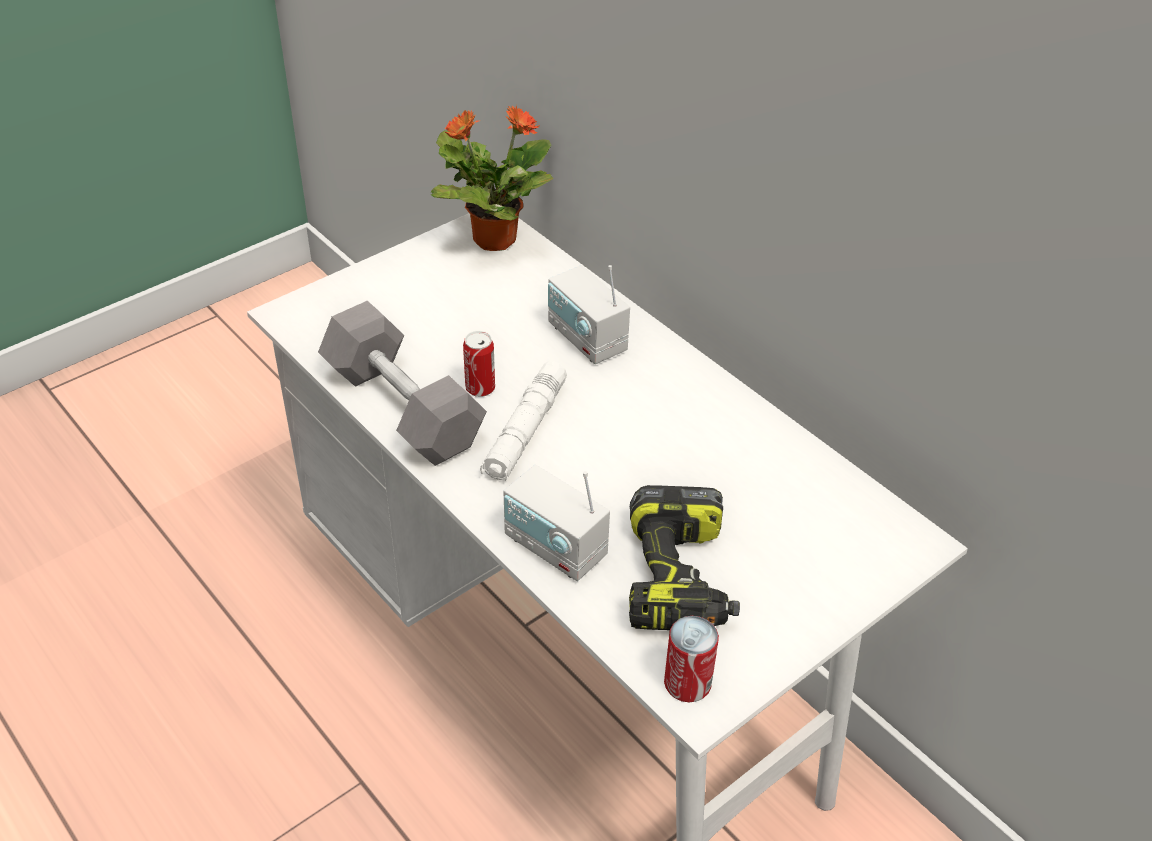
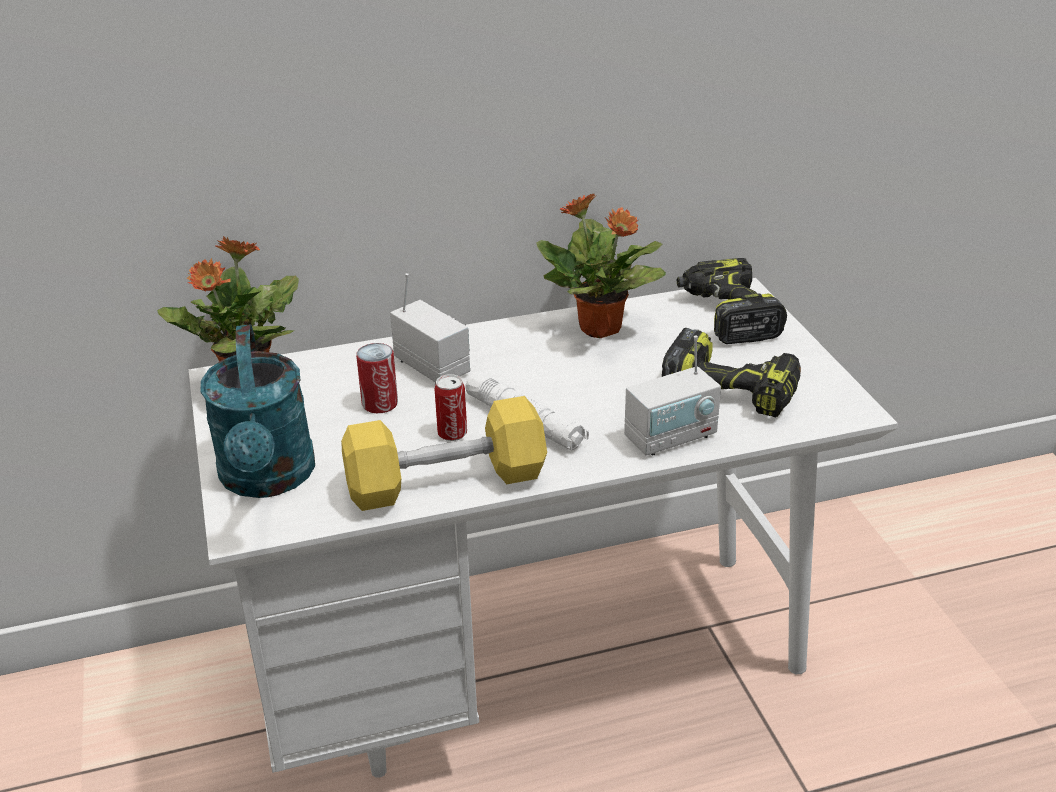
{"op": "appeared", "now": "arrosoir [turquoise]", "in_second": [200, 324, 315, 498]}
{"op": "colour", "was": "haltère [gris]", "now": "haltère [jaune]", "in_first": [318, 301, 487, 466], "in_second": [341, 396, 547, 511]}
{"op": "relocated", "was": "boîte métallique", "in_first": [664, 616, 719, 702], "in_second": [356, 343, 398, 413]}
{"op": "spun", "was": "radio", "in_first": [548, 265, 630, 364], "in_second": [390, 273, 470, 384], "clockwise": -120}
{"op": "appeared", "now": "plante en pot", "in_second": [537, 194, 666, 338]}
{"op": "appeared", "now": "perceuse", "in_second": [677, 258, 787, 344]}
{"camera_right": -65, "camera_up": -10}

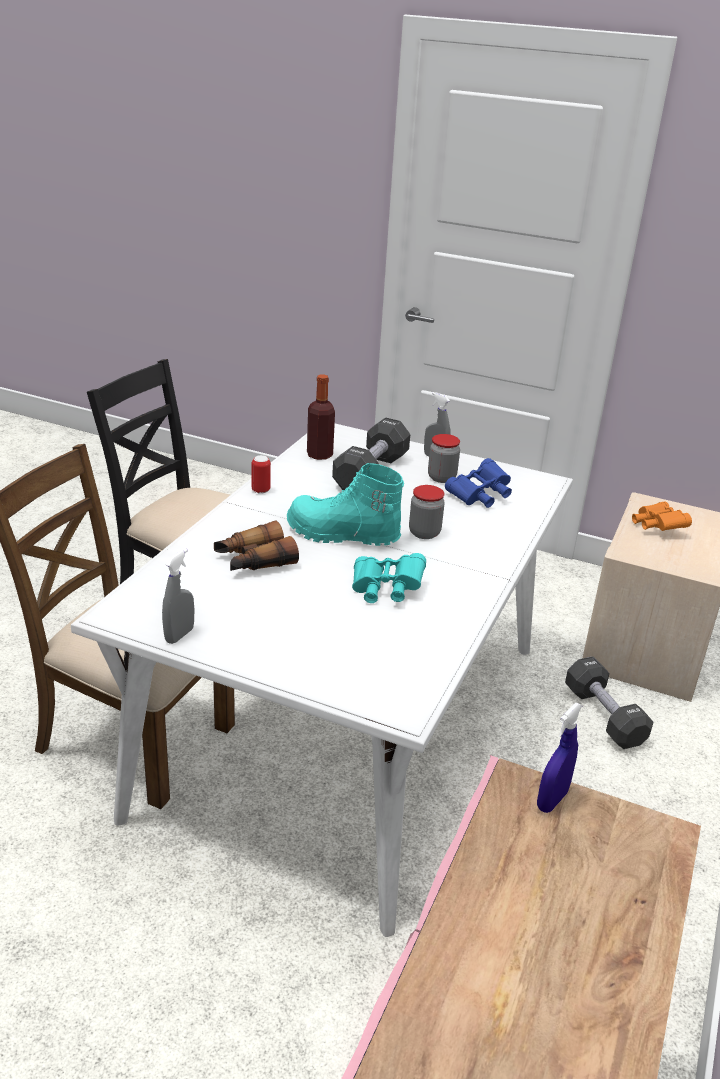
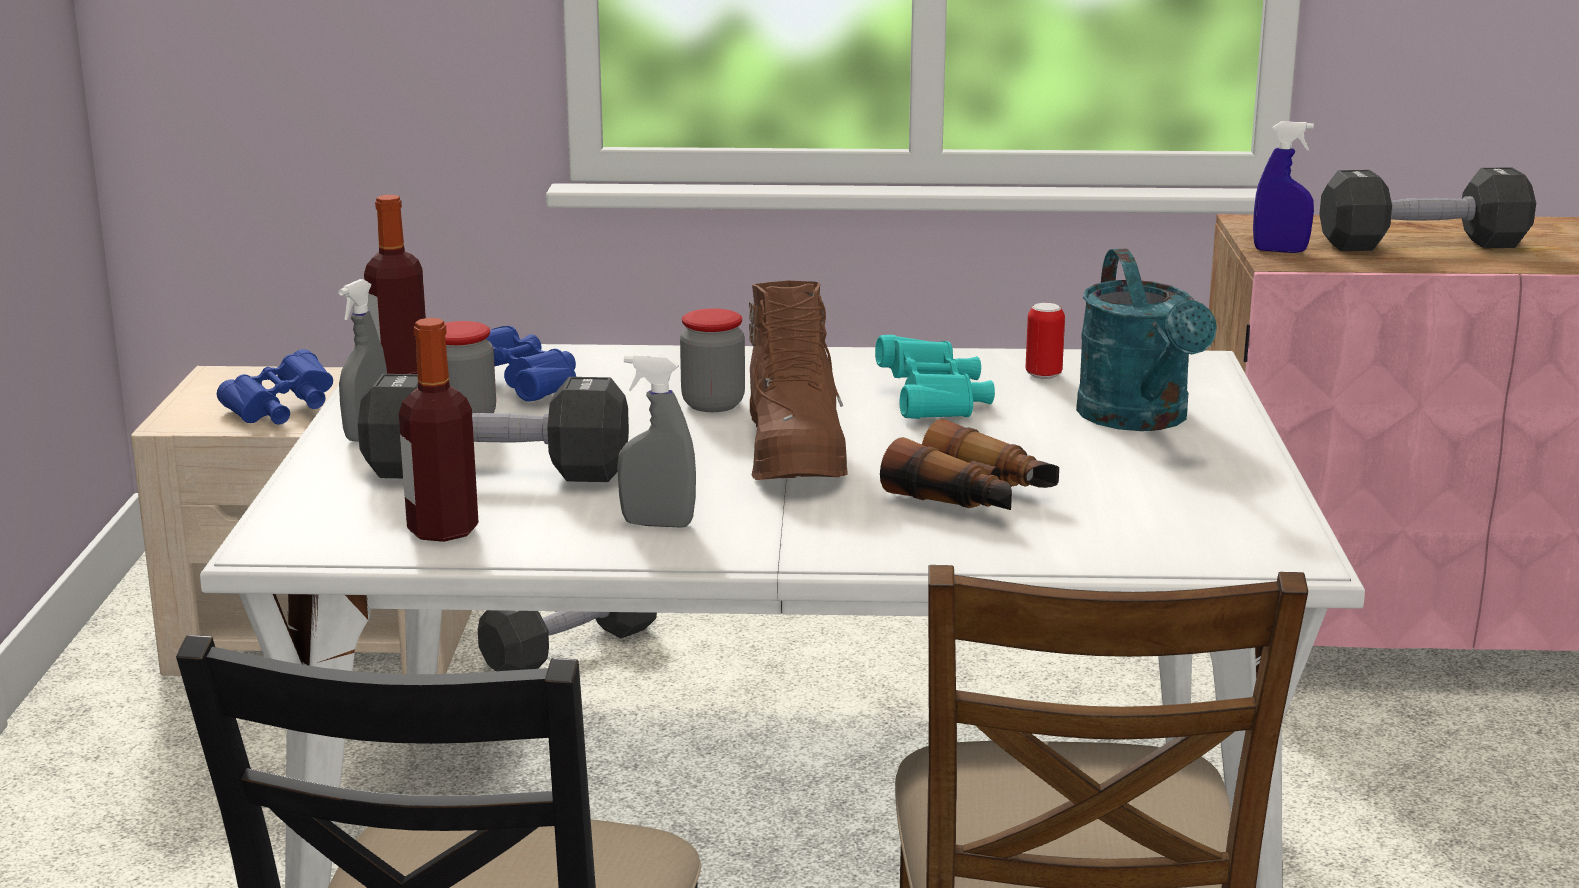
{"op": "colour", "was": "jumelles [orange]", "now": "jumelles [bleu]", "in_first": [632, 502, 692, 531], "in_second": [217, 349, 333, 425]}
{"op": "appeared", "now": "bouteille", "in_second": [364, 195, 426, 374]}
{"op": "relocated", "was": "vaporisateur [gris]", "in_first": [162, 548, 194, 644], "in_second": [617, 354, 696, 528]}
{"op": "colour", "was": "botte [turquoise]", "now": "botte [marron]", "in_first": [287, 463, 404, 546], "in_second": [749, 280, 848, 480]}
{"op": "relocated", "was": "boîte métallique", "in_first": [252, 455, 271, 494], "in_second": [1025, 303, 1065, 379]}
{"op": "appeared", "now": "arrosoir [turquoise]", "in_second": [1076, 249, 1217, 431]}
{"op": "appeared", "now": "haltère [noir]", "in_second": [1319, 167, 1536, 251]}
{"camera_right": -110, "camera_up": -10}

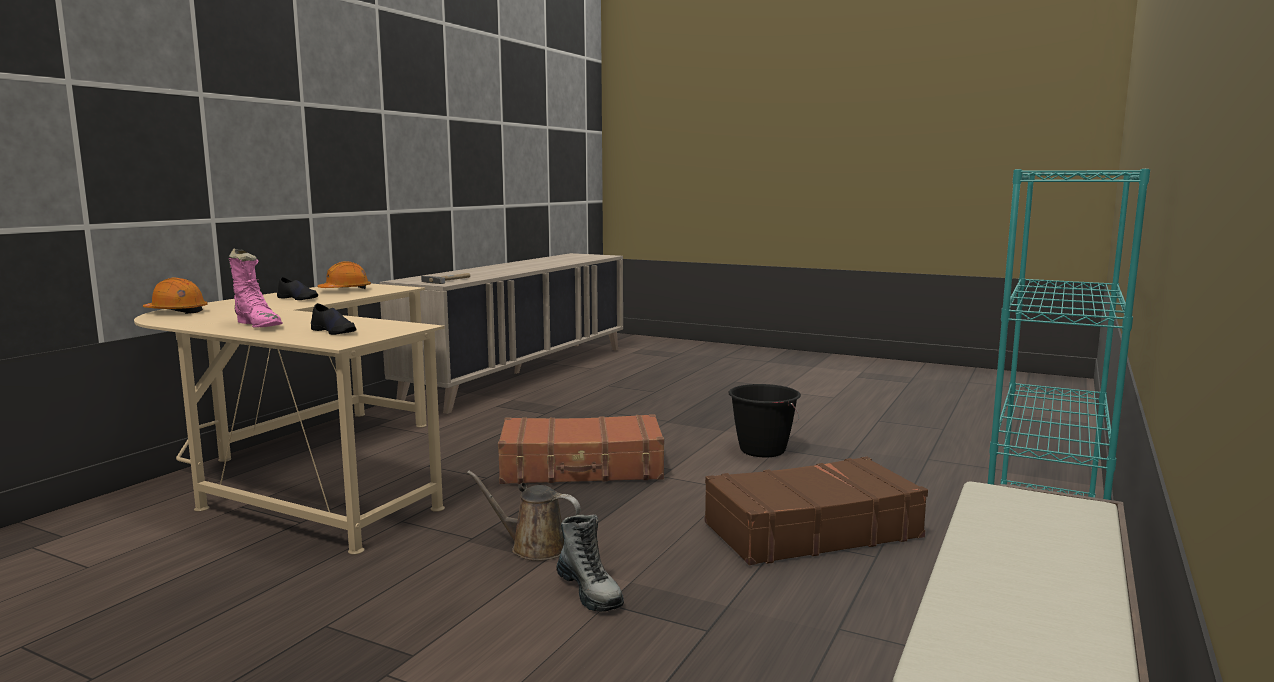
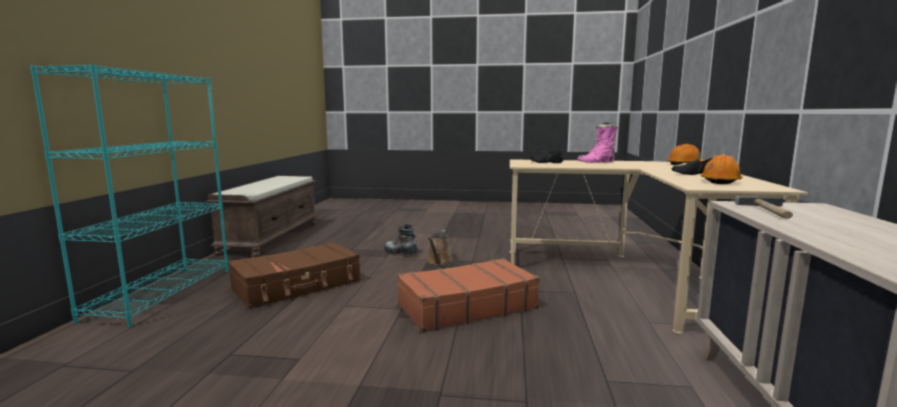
{"op": "spun", "was": "arrosoir [marron]", "in_first": [467, 471, 581, 561], "in_second": [427, 230, 454, 265], "clockwise": 105}
{"op": "spun", "was": "botte [rose]", "in_first": [229, 248, 283, 328], "in_second": [577, 122, 618, 163], "clockwise": -45}
{"op": "missing", "was": "seau [noir]", "in_first": [728, 384, 801, 457]}
{"camera_right": 160, "camera_up": 0}

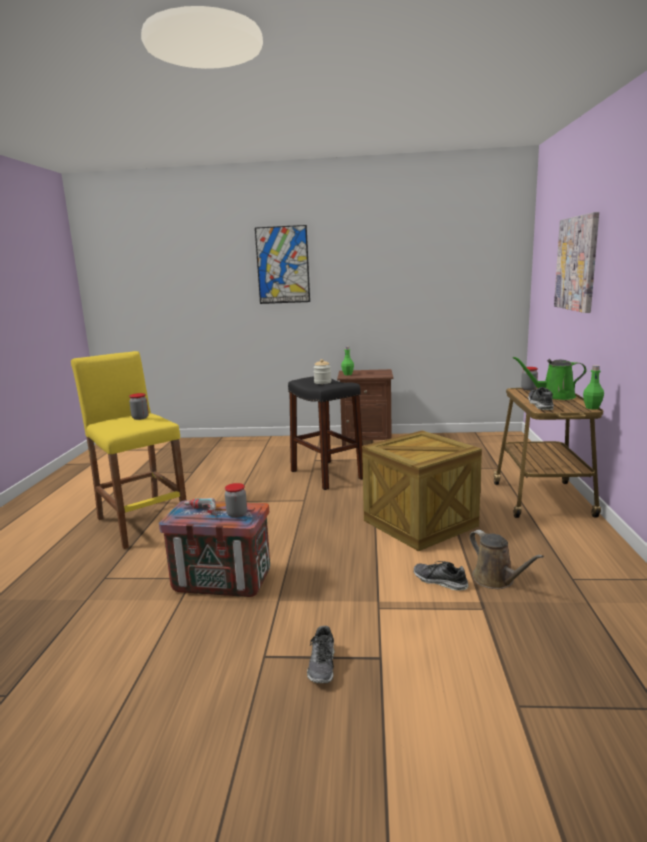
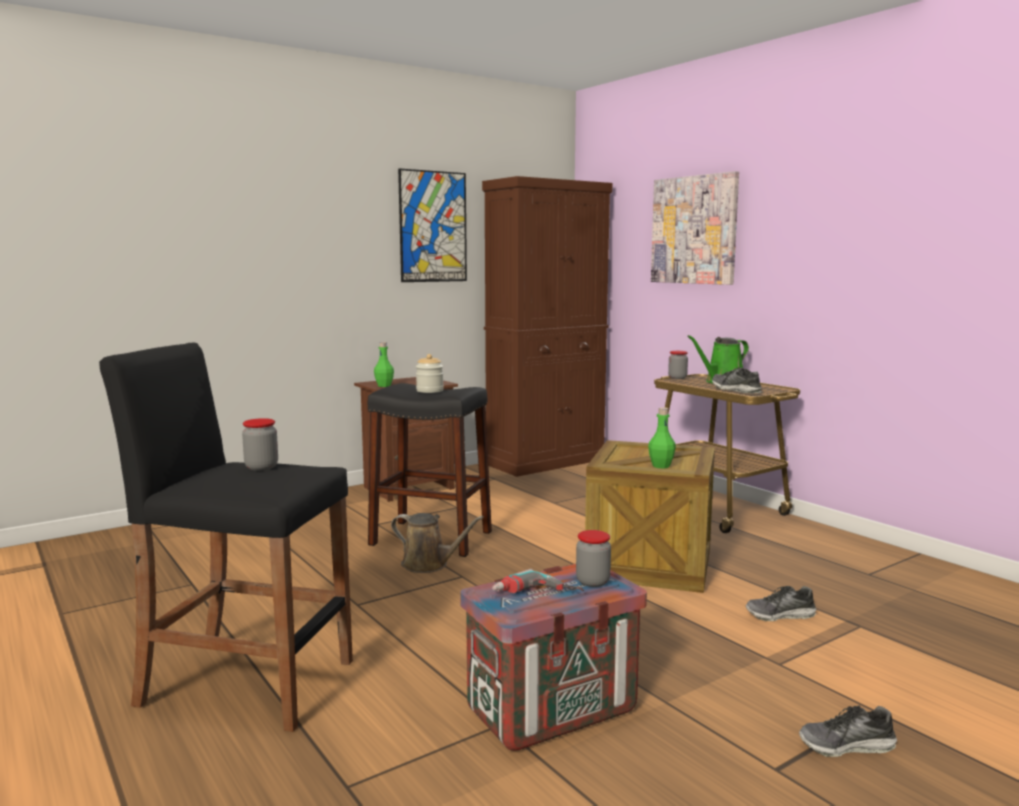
{"op": "colour", "was": "tabouret [jaune]", "now": "tabouret [noir]", "in_first": [71, 351, 186, 549], "in_second": [99, 343, 353, 732]}
{"op": "relocated", "was": "arrosoir [marron]", "in_first": [470, 530, 544, 589], "in_second": [391, 513, 484, 573]}
{"op": "relocated", "was": "tableau", "in_first": [255, 225, 310, 304], "in_second": [398, 169, 467, 282]}
{"op": "appeared", "now": "meuble de rangement [marron]", "in_second": [482, 176, 612, 477]}
{"op": "relocated", "was": "bouteille [vert]", "in_first": [583, 365, 604, 409], "in_second": [648, 407, 676, 468]}
{"op": "spun", "was": "chaussure", "in_first": [307, 626, 335, 683], "in_second": [799, 706, 897, 757], "clockwise": 120}
{"camera_right": -40, "camera_up": -5}

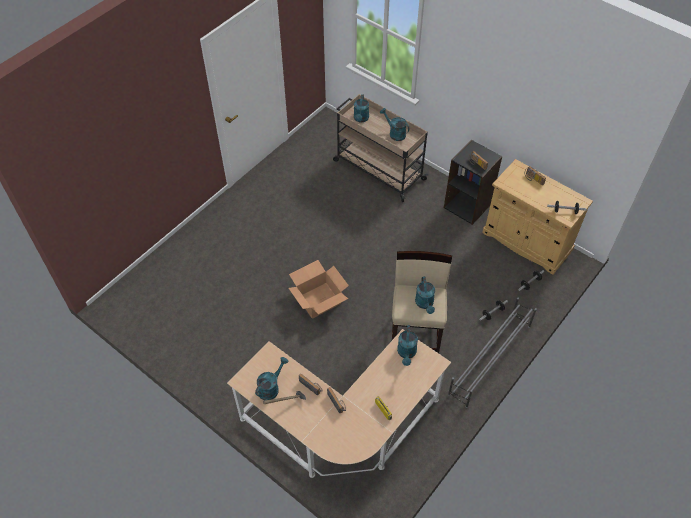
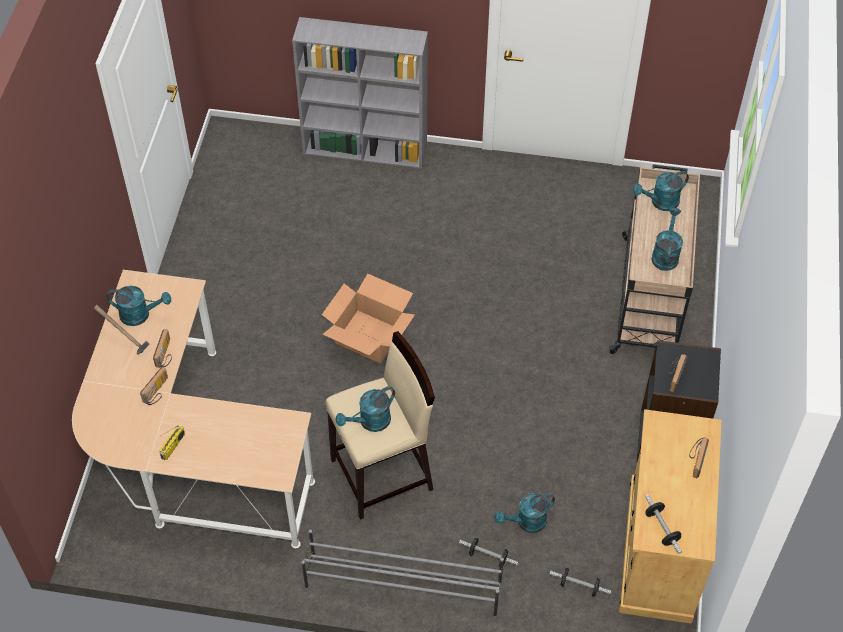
{"op": "appeared", "now": "bibliothèque [gris]", "in_second": [292, 17, 428, 169]}
{"op": "relocated", "was": "arrosoir [turquoise]", "in_first": [397, 325, 418, 366], "in_second": [495, 493, 555, 533]}
{"camera_right": 60, "camera_up": 0}

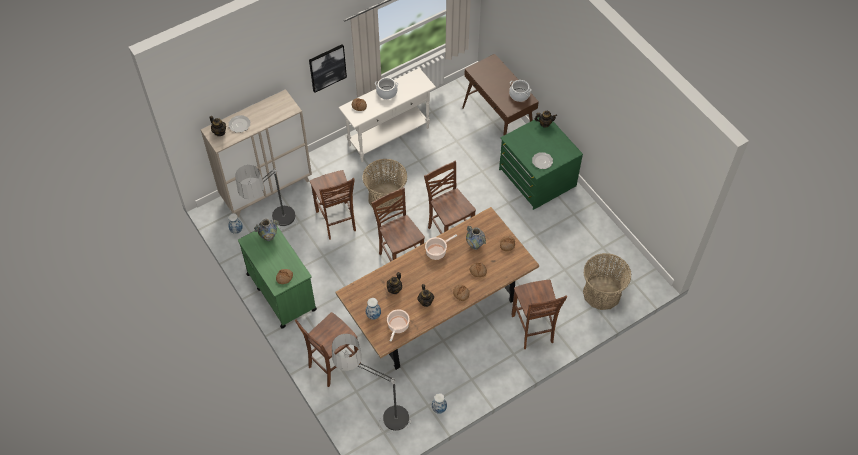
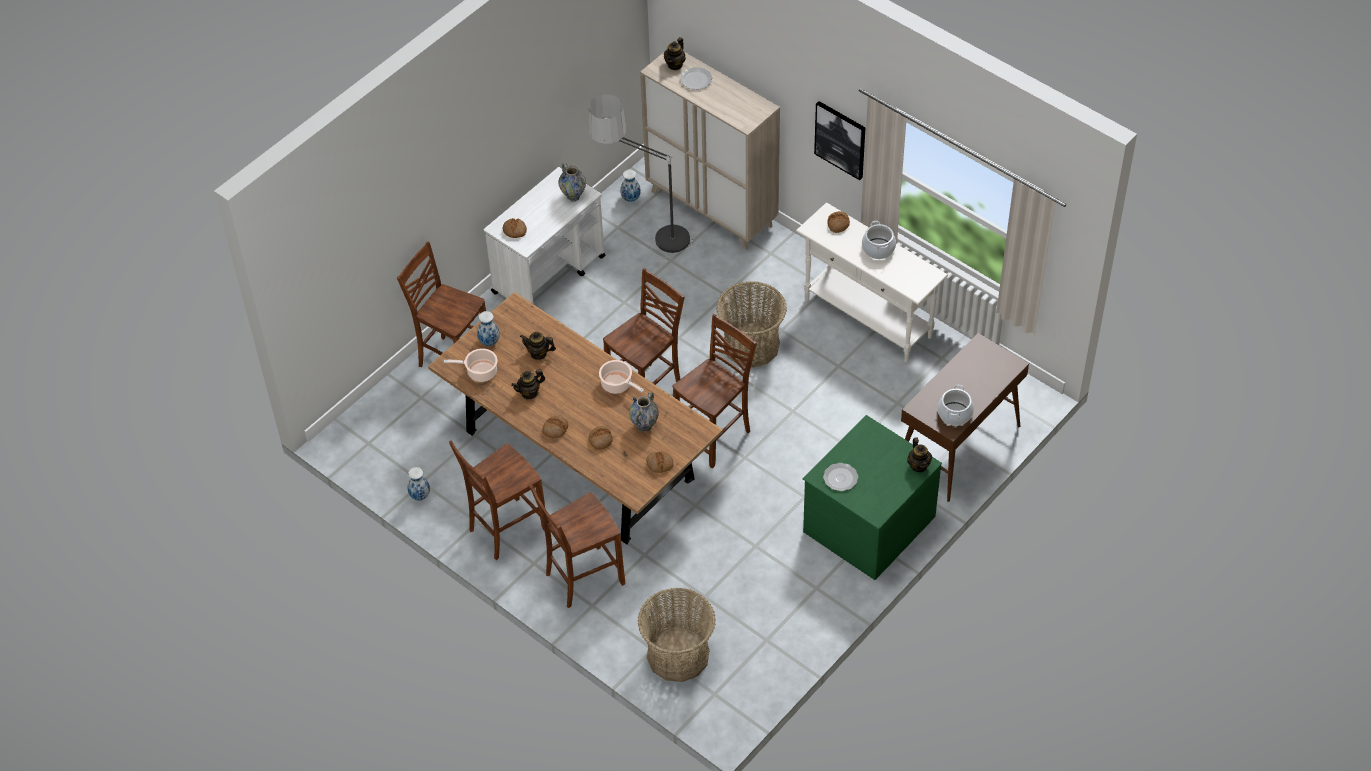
{"op": "relocated", "was": "chaise [marron]", "in_first": [310, 170, 356, 240], "in_second": [449, 441, 545, 560]}
{"op": "colour", "was": "chariot [vert]", "now": "chariot [blanc]", "in_first": [238, 226, 317, 329], "in_second": [484, 167, 605, 304]}
{"op": "missing", "was": "lampadaire", "in_first": [332, 334, 411, 434]}
{"camera_right": 75, "camera_up": -5}

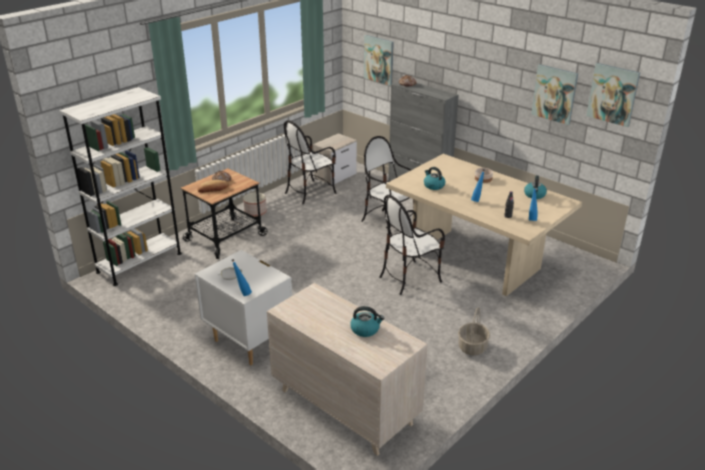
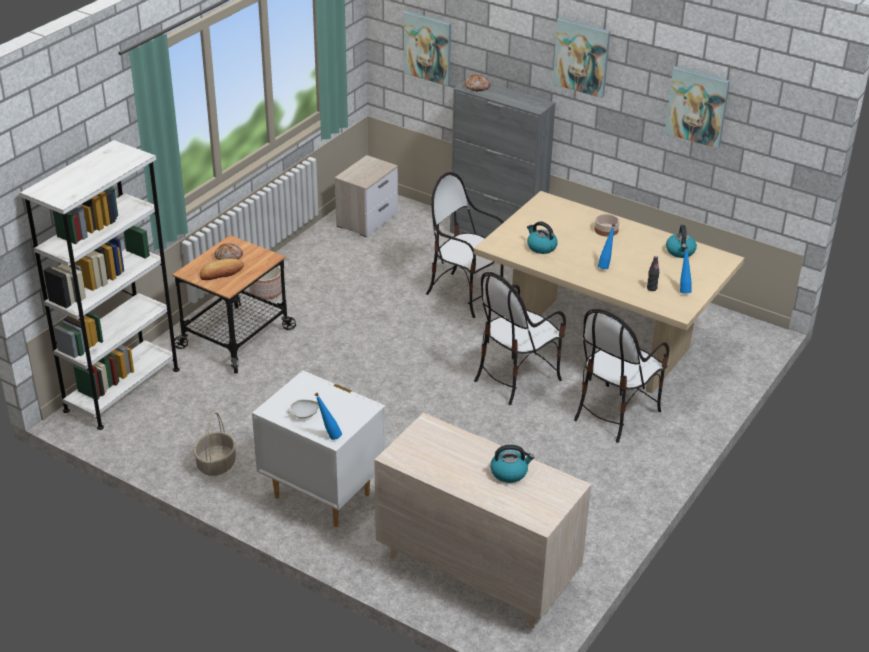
{"op": "relocated", "was": "panier", "in_first": [458, 307, 490, 355], "in_second": [193, 412, 236, 476]}
{"op": "relocated", "was": "tableau", "in_first": [587, 63, 640, 127], "in_second": [553, 18, 610, 98]}
{"op": "relocated", "was": "chaise", "in_first": [284, 120, 337, 204], "in_second": [574, 309, 669, 443]}
{"camera_right": -10, "camera_up": 5}

